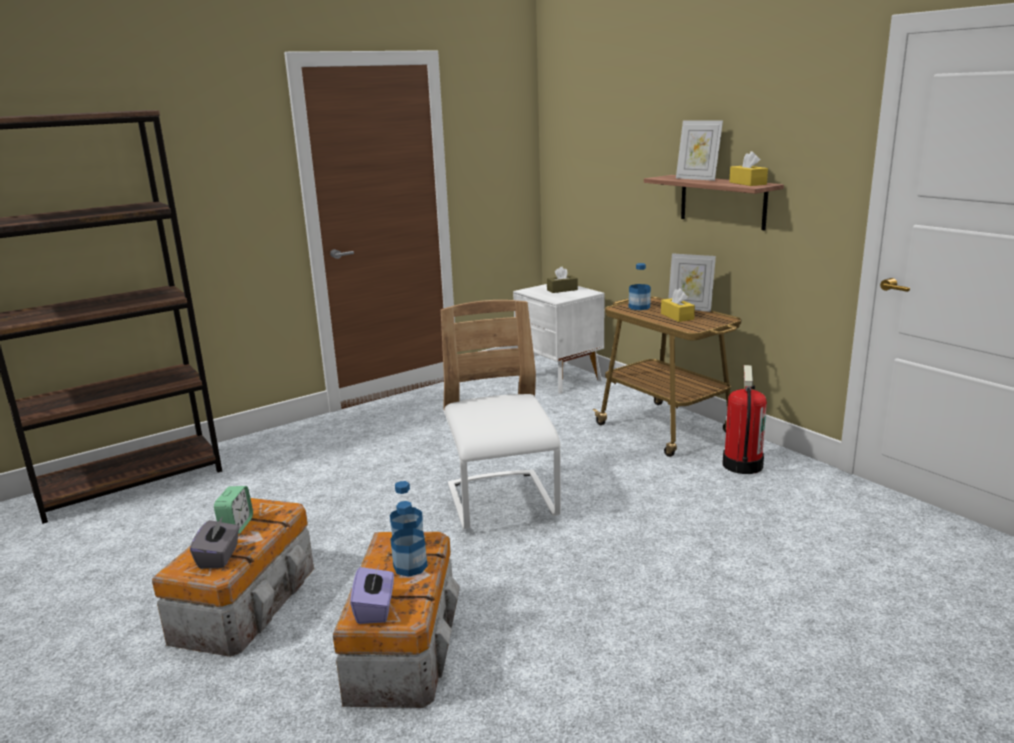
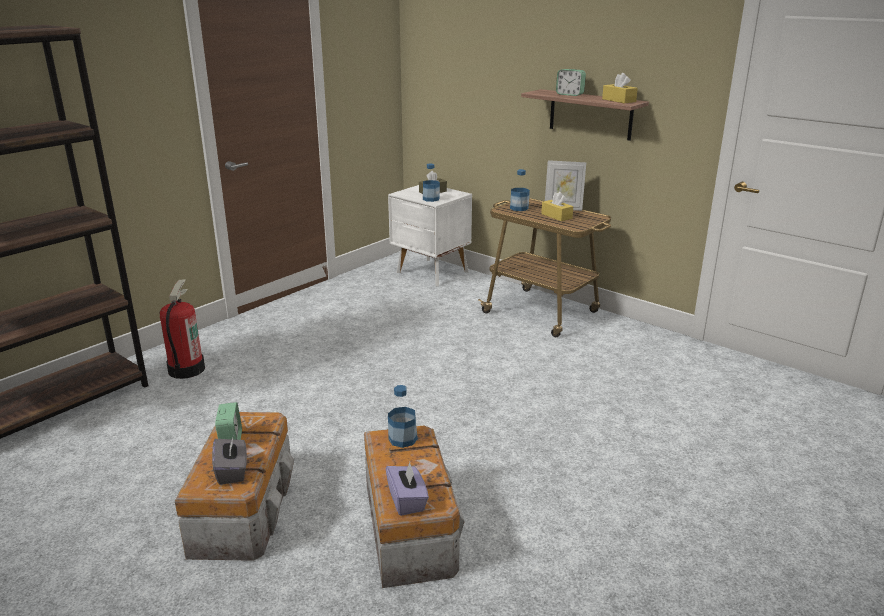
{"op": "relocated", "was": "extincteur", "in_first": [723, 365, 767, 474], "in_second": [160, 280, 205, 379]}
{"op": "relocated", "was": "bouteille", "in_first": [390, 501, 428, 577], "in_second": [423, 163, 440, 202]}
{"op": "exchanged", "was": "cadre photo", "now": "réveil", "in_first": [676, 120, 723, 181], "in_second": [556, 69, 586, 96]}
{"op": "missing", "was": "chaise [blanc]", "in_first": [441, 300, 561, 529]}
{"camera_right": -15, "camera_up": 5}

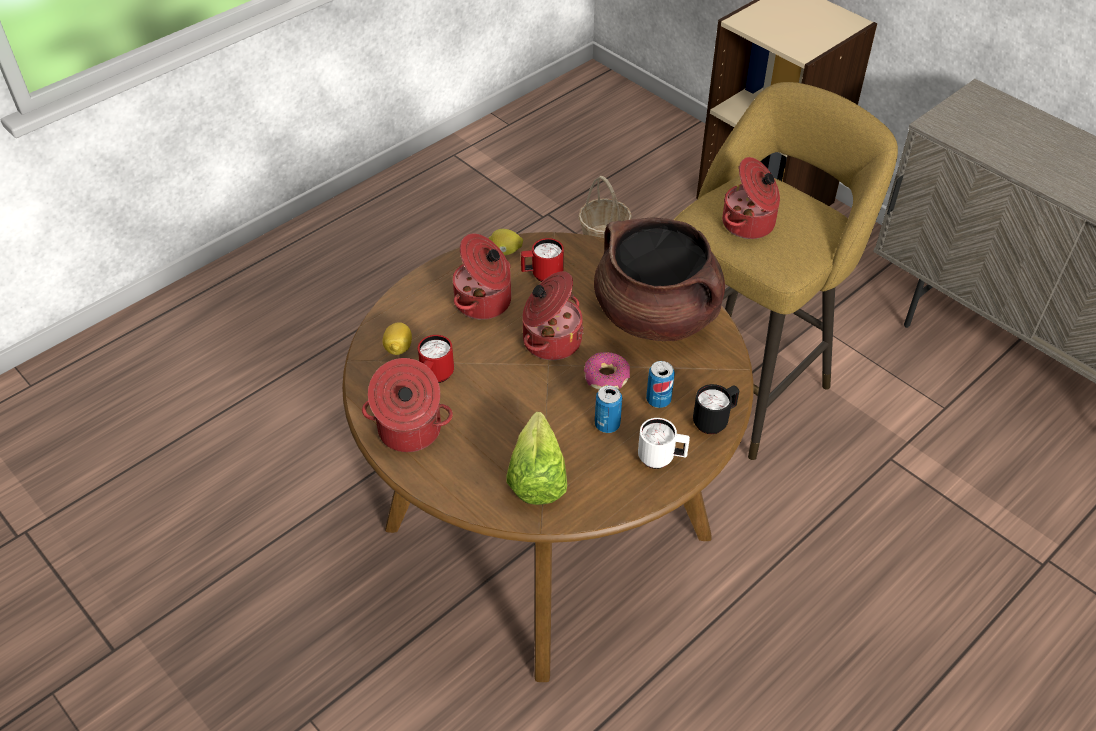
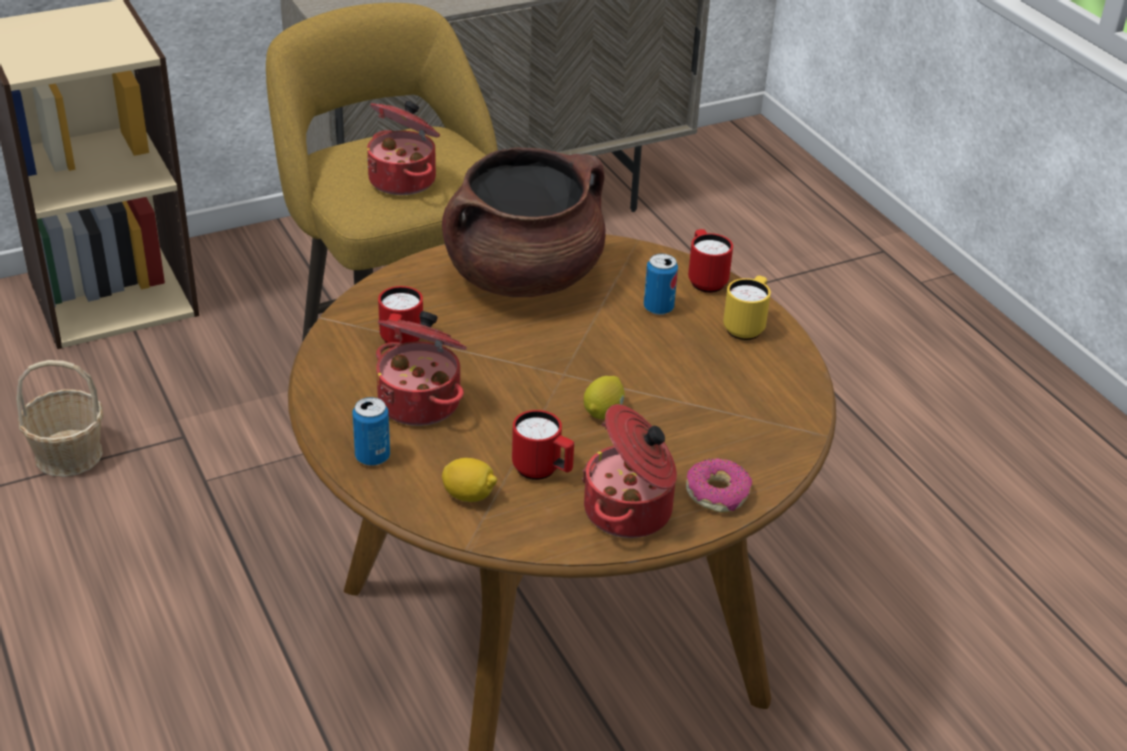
{"op": "relocated", "was": "boîte métallique", "in_first": [595, 385, 622, 433], "in_second": [353, 397, 390, 466]}
{"op": "relocated", "was": "citron", "in_first": [488, 229, 523, 255], "in_second": [584, 376, 625, 419]}
{"op": "relocated", "was": "beignet", "in_first": [584, 352, 630, 390], "in_second": [686, 458, 752, 513]}
{"op": "colour", "was": "mug [noir]", "now": "mug [rouge]", "in_first": [693, 384, 739, 434], "in_second": [688, 229, 733, 293]}
{"op": "colour", "was": "mug [blanc]", "now": "mug [jaune]", "in_first": [638, 418, 690, 469], "in_second": [723, 276, 771, 340]}
{"op": "missing", "was": "laitue", "in_first": [506, 412, 567, 505]}
{"op": "missing", "was": "marmite", "in_first": [523, 271, 584, 360]}
{"camera_right": -75, "camera_up": -10}

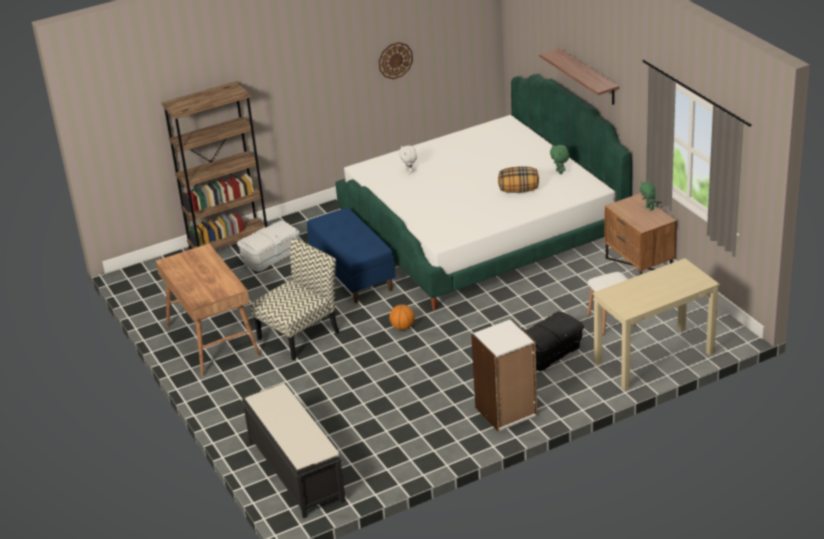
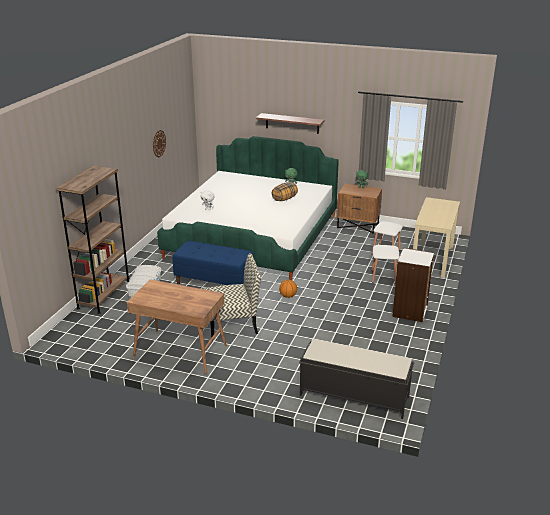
{"op": "spun", "was": "chaise", "in_first": [250, 238, 339, 361], "in_second": [204, 253, 261, 338], "clockwise": 75}
{"op": "exchanged", "was": "boîte de rangement [noir]", "now": "tabouret [blanc]", "in_first": [525, 311, 584, 371], "in_second": [372, 245, 399, 284]}
{"camera_right": -45, "camera_up": -5}

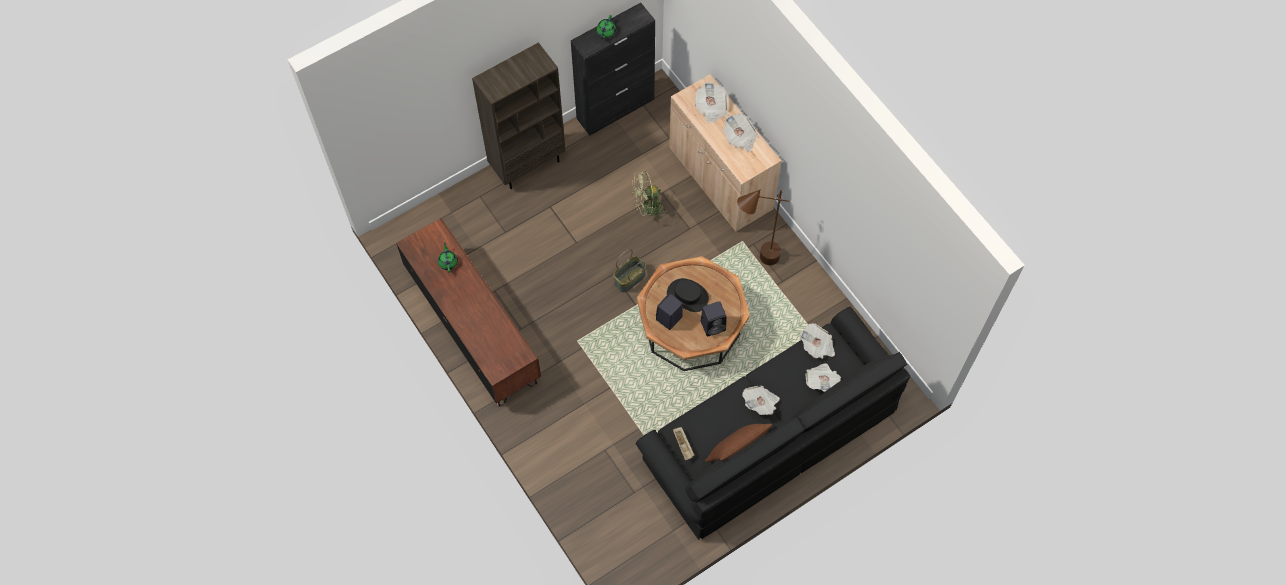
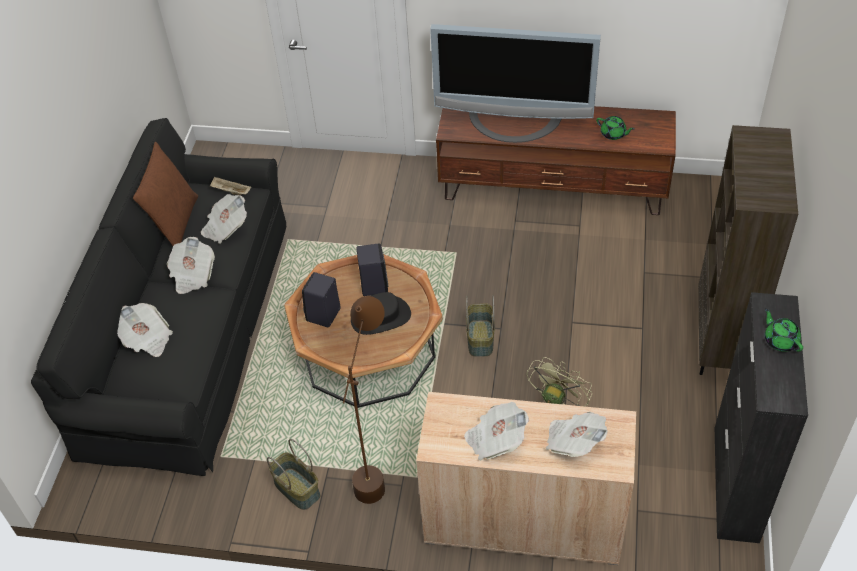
{"op": "relocated", "was": "journal", "in_first": [800, 323, 835, 359], "in_second": [201, 194, 247, 244]}
{"op": "appeared", "now": "panier", "in_second": [267, 439, 320, 510]}
{"op": "appeared", "now": "téléviseur", "in_second": [430, 24, 601, 143]}
{"camera_right": 135, "camera_up": -15}

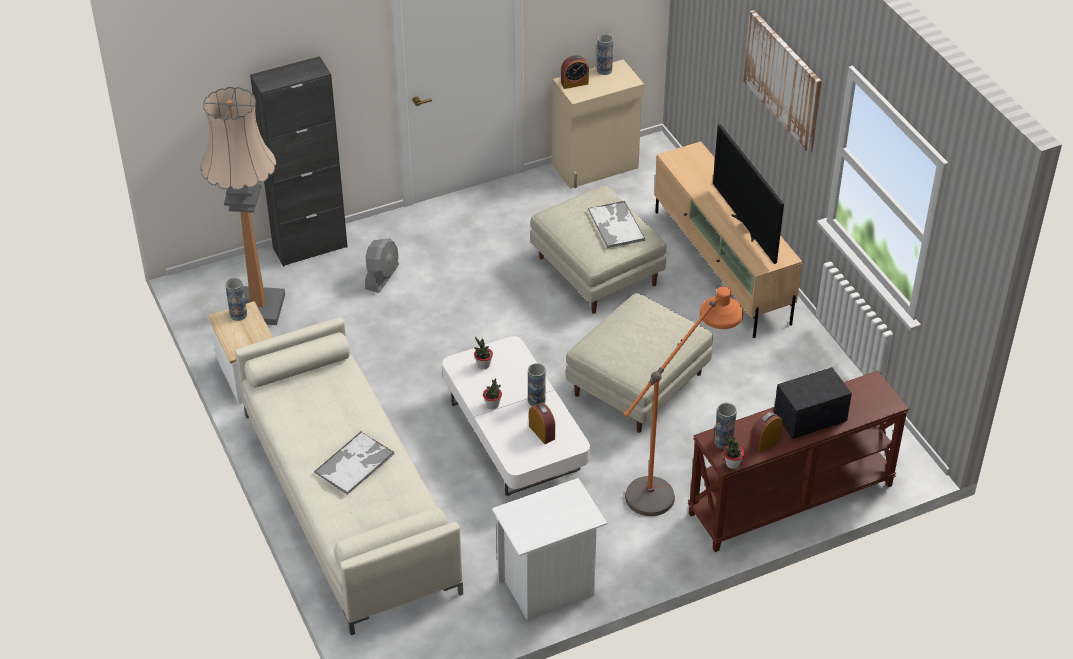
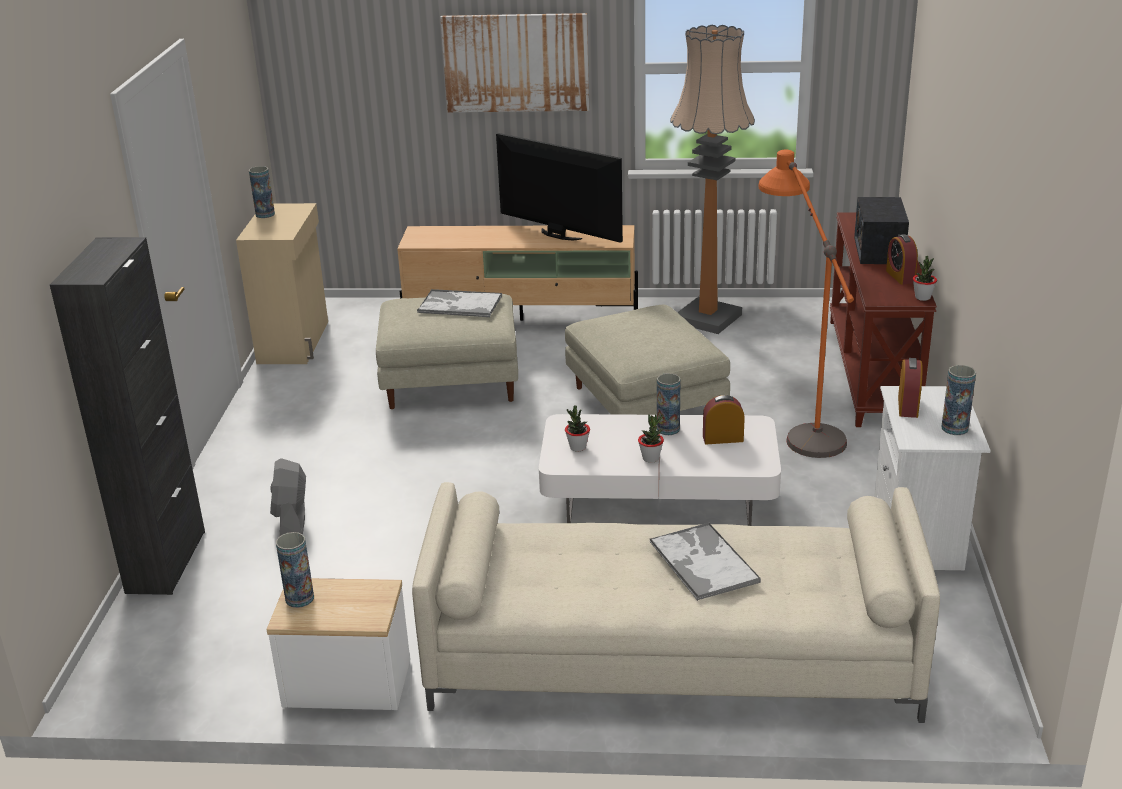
{"op": "spun", "was": "ventilateur [gris]", "in_first": [365, 239, 399, 293], "in_second": [270, 458, 306, 536], "clockwise": -150}
{"op": "spun", "was": "téléviseur", "in_first": [713, 124, 784, 264], "in_second": [496, 133, 623, 243], "clockwise": -150}
{"op": "relocated", "was": "lampadaire", "in_first": [200, 87, 285, 325], "in_second": [670, 25, 755, 334]}
{"op": "relocated", "was": "réveil", "in_first": [561, 55, 589, 89], "in_second": [898, 358, 922, 418]}
{"op": "relocated", "was": "vase", "in_first": [714, 403, 737, 449], "in_second": [941, 365, 976, 435]}
{"camera_right": -60, "camera_up": -15}

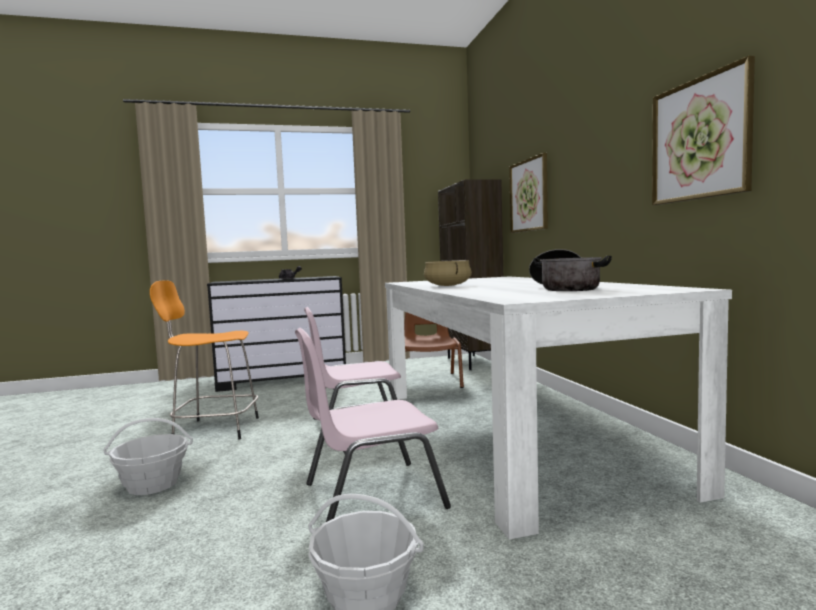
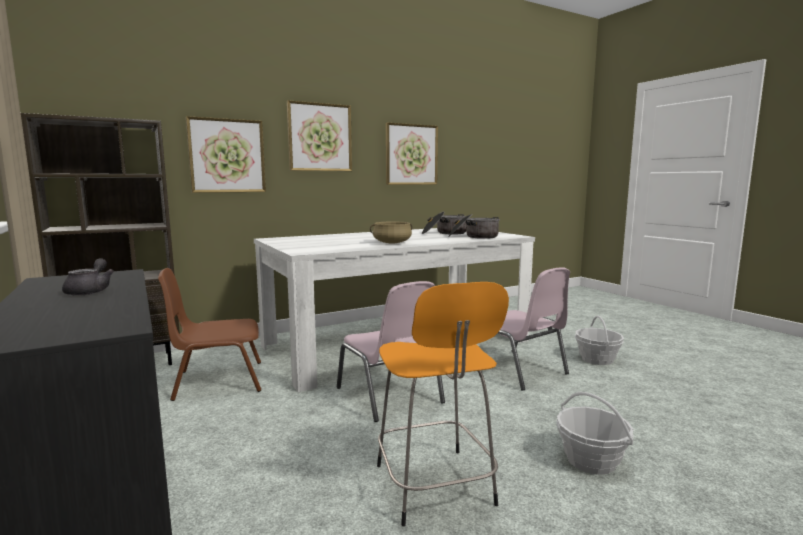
{"op": "appeared", "now": "tableau", "in_second": [287, 100, 352, 171]}
{"op": "appeared", "now": "marmite", "in_second": [448, 214, 500, 239]}
{"camera_right": -105, "camera_up": 5}

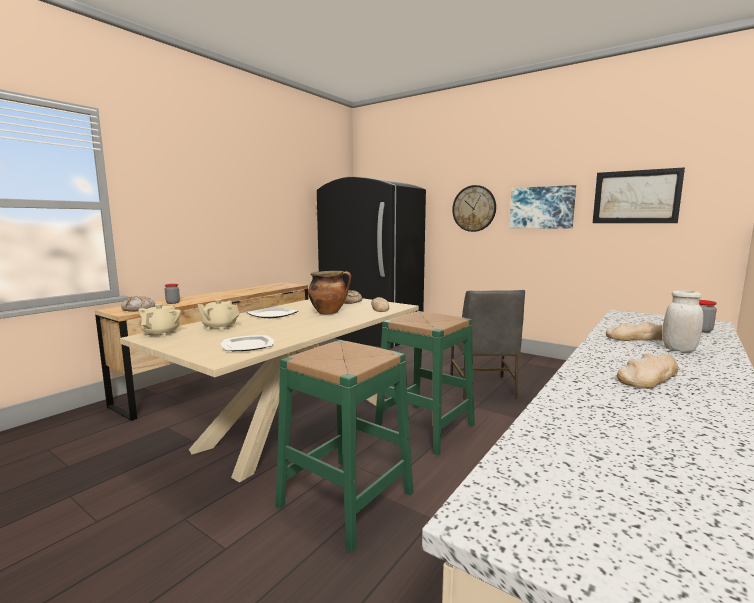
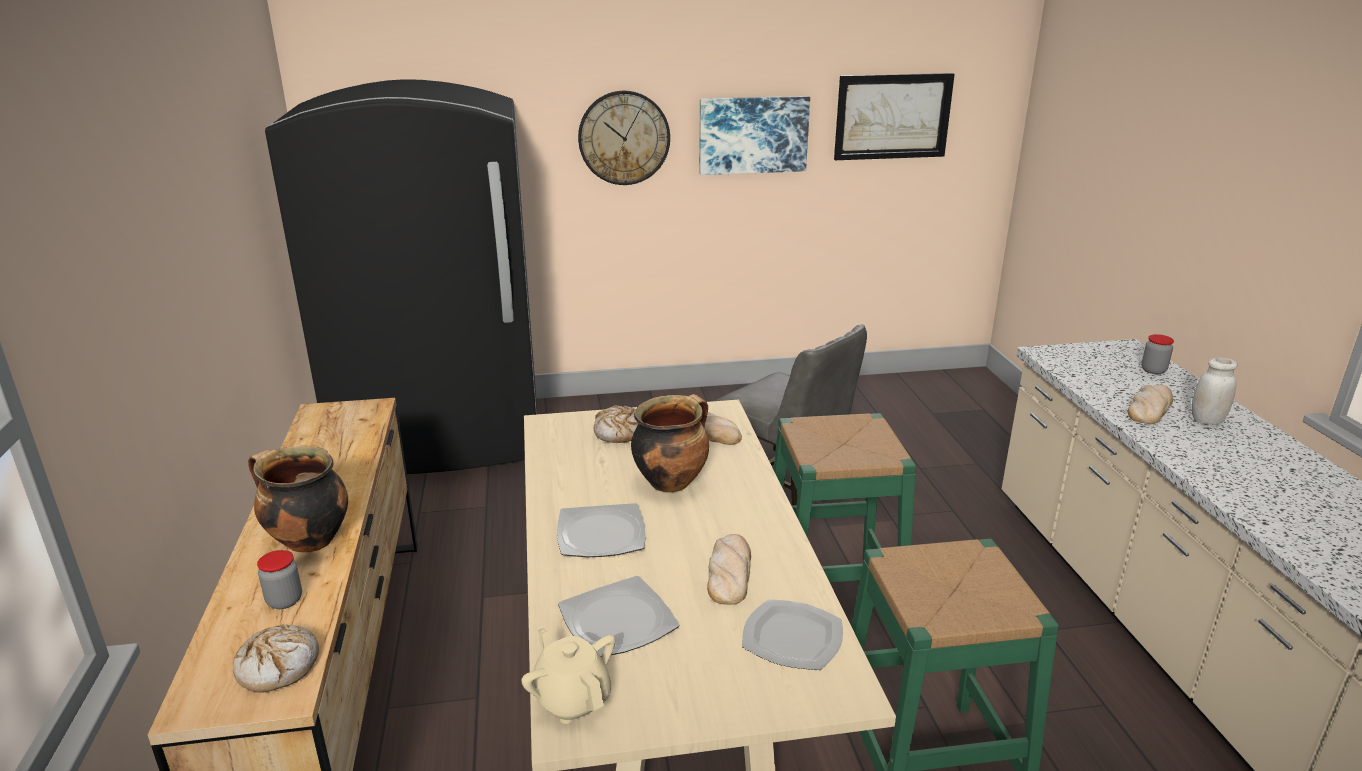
{"op": "appeared", "now": "marmite", "in_second": [248, 446, 348, 553]}
{"op": "exchanged", "was": "théière [beige]", "now": "assiette", "in_first": [197, 299, 240, 330], "in_second": [558, 576, 680, 656]}
{"op": "relocated", "was": "pain", "in_first": [617, 353, 678, 389], "in_second": [707, 534, 751, 605]}
{"camera_right": -45, "camera_up": 15}

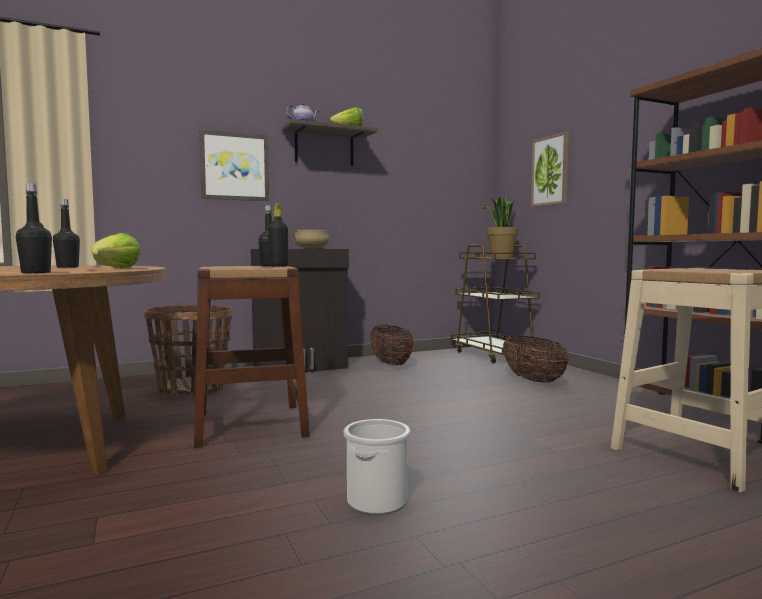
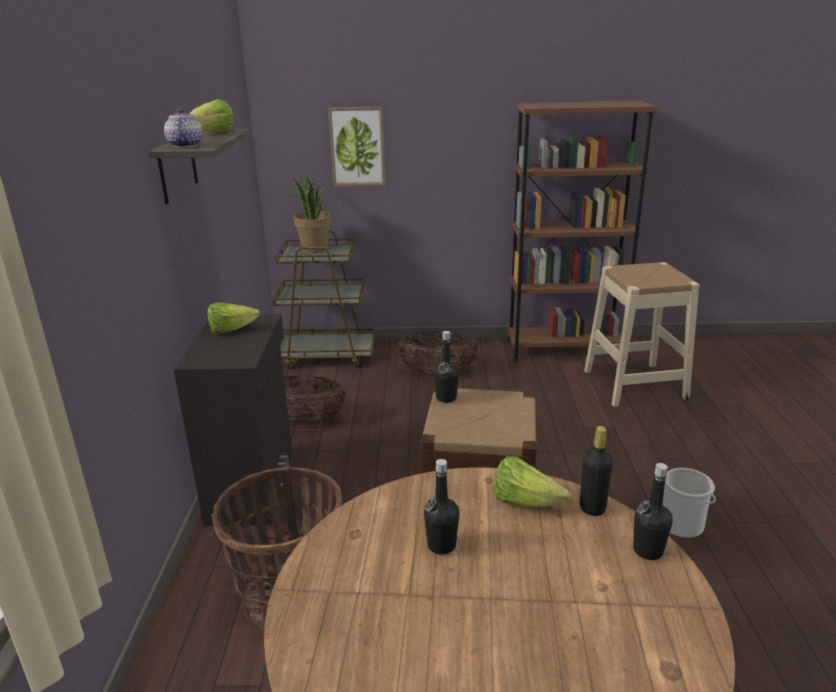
{"op": "exchanged", "was": "marmite [beige]", "now": "laitue", "in_first": [293, 230, 329, 249], "in_second": [207, 302, 260, 334]}
{"op": "relocated", "was": "bouteille [noir]", "in_first": [268, 204, 288, 267], "in_second": [580, 426, 613, 516]}
{"op": "missing", "was": "tableau", "in_first": [199, 130, 269, 201]}
{"camera_right": -65, "camera_up": 20}

